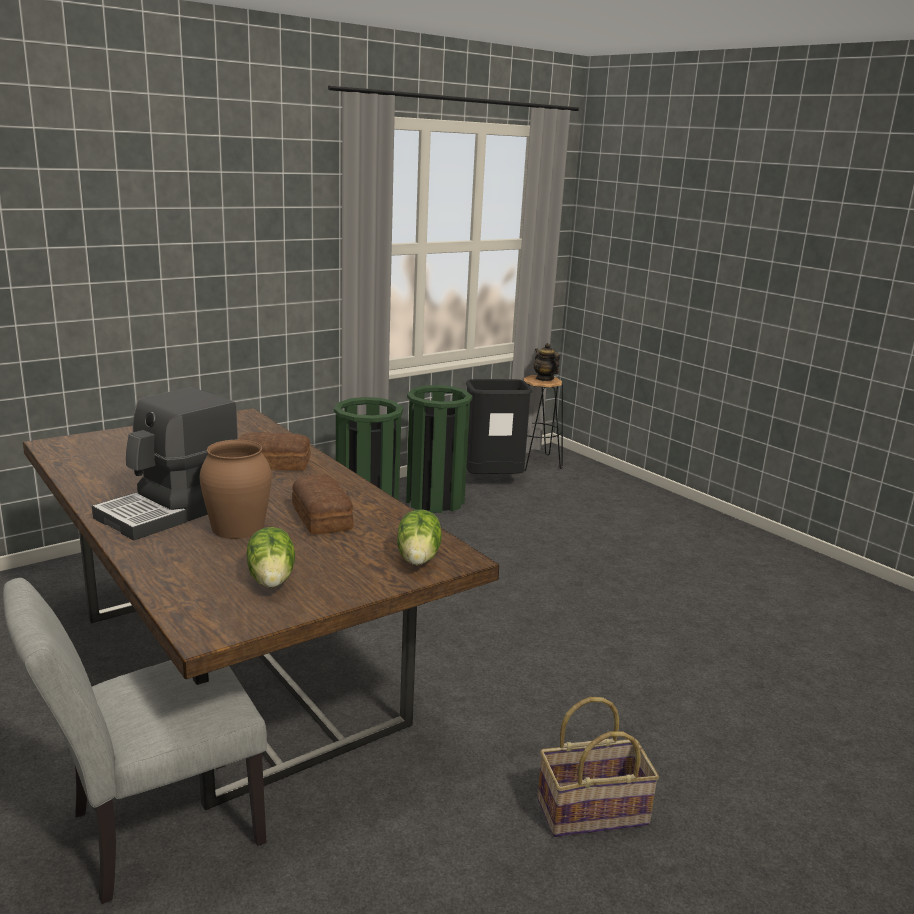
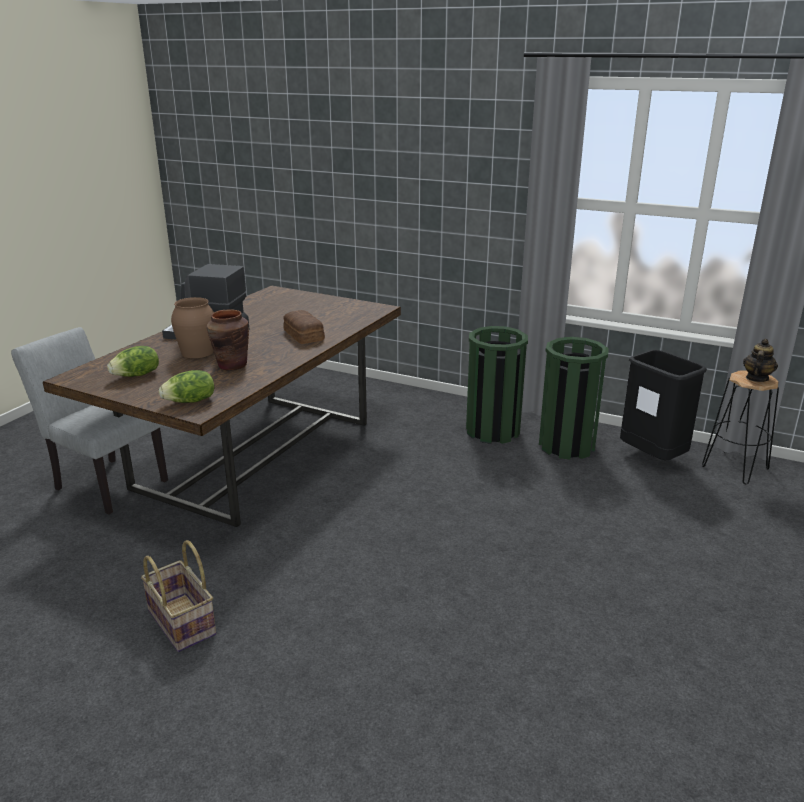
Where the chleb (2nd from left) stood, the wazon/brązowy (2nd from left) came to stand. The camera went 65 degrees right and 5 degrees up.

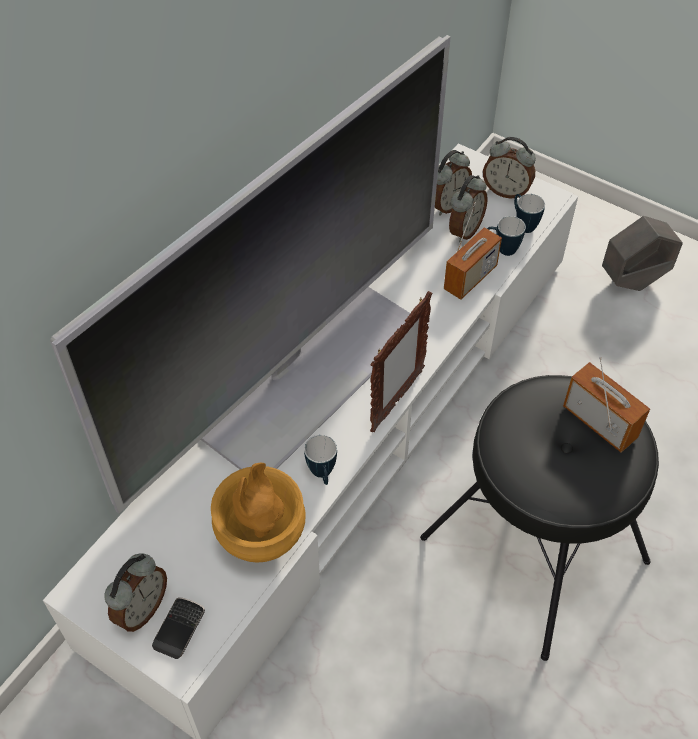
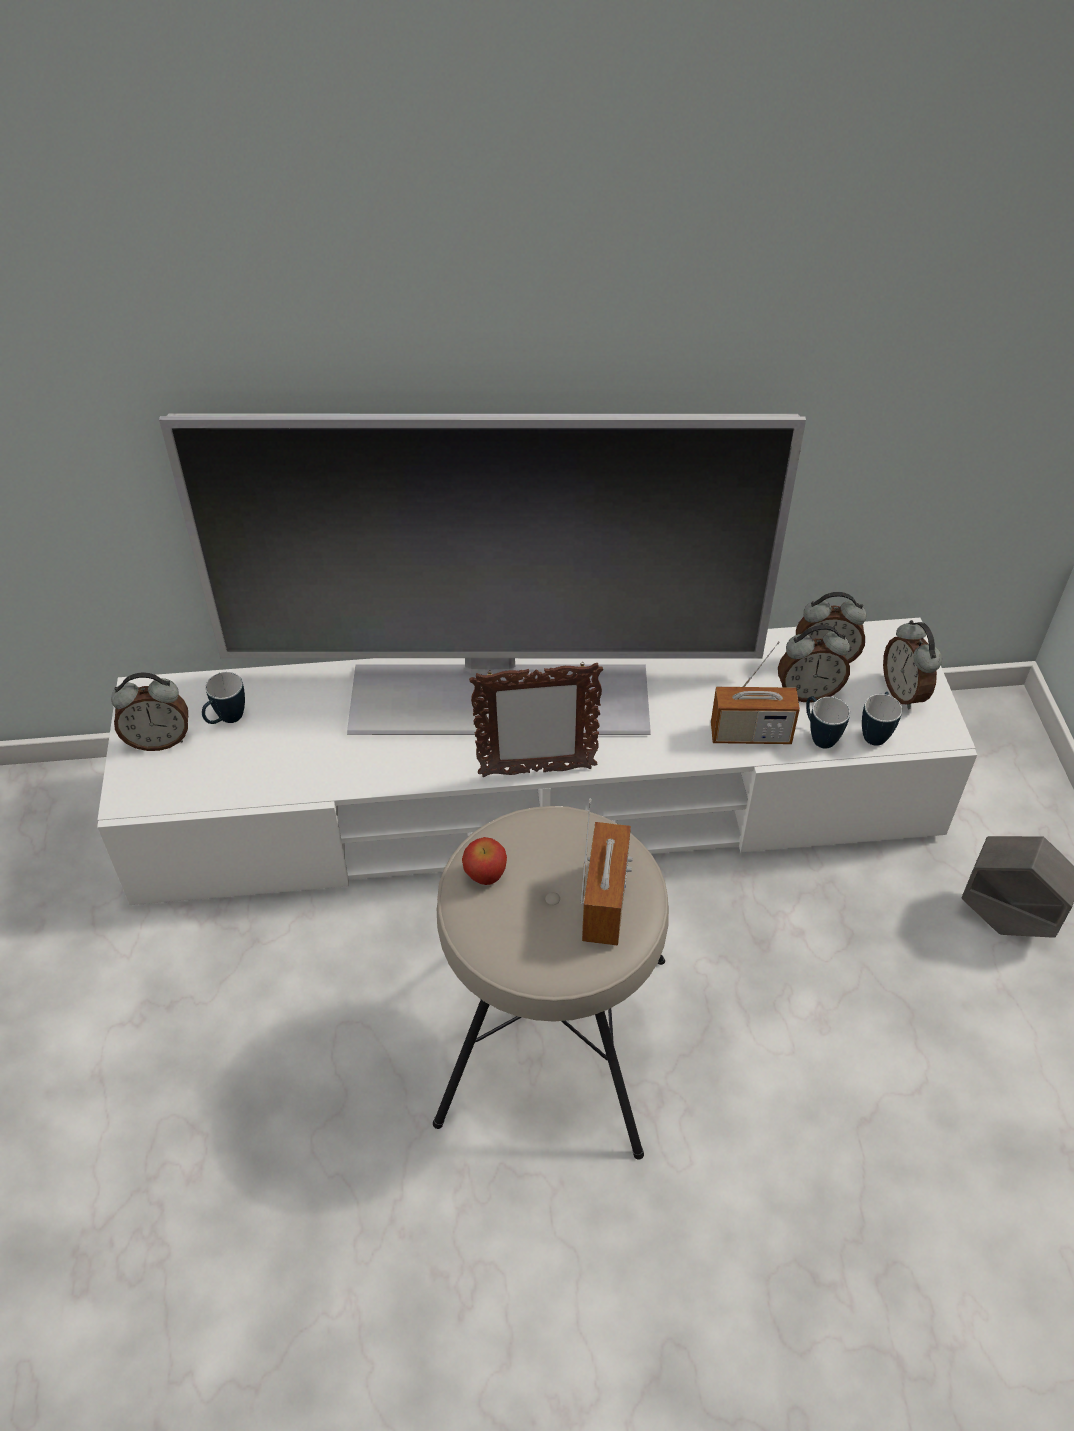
What was the stołek/czarny turned into the stołek/beżowy. The kubek (1st from left) ended up elsewhere. The second view lost the wazon/brązowy. The second view lost the telefon. The second view gained the jabłko. The camera went 50 degrees right and 5 degrees down.

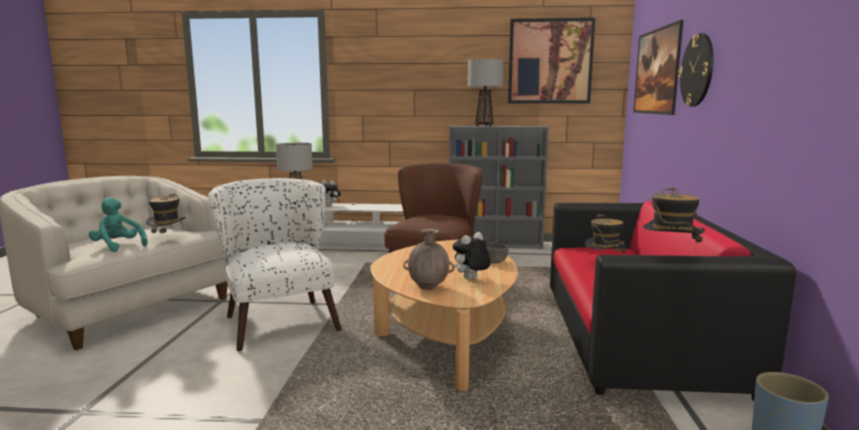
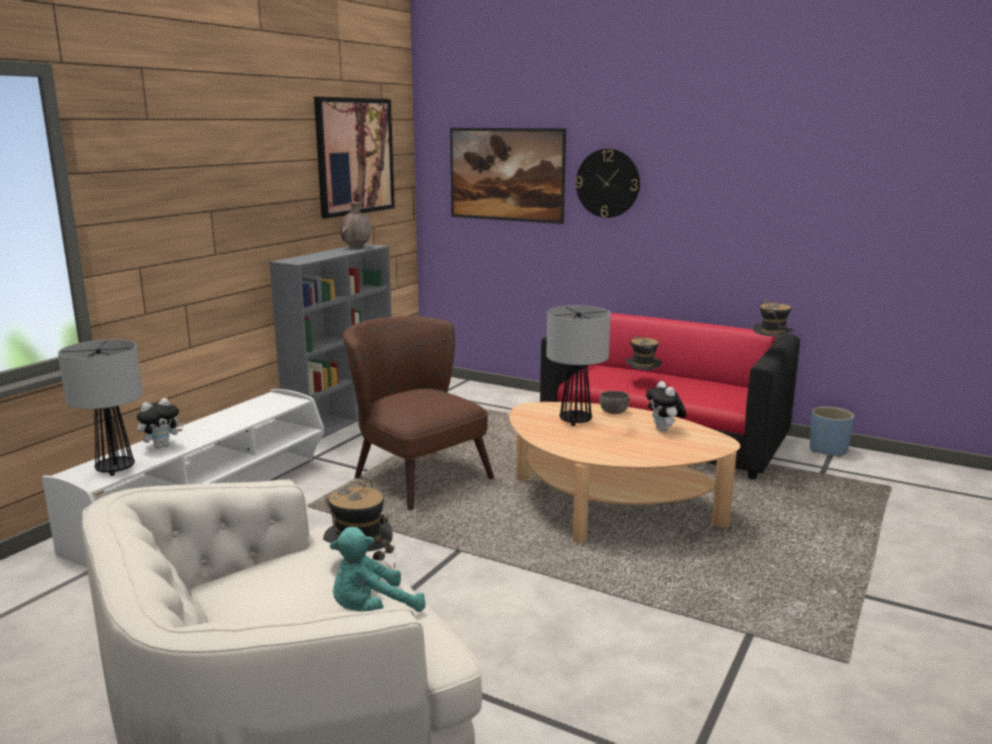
The lampa stołowa (2nd from left) ended up elsewhere. The second view lost the fotel/biały (2nd from left). The wazon/brązowy ended up elsewhere. The camera went 65 degrees left and 5 degrees up.

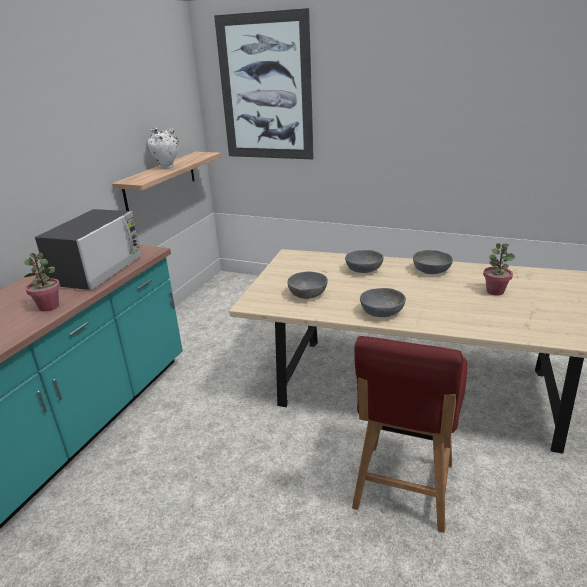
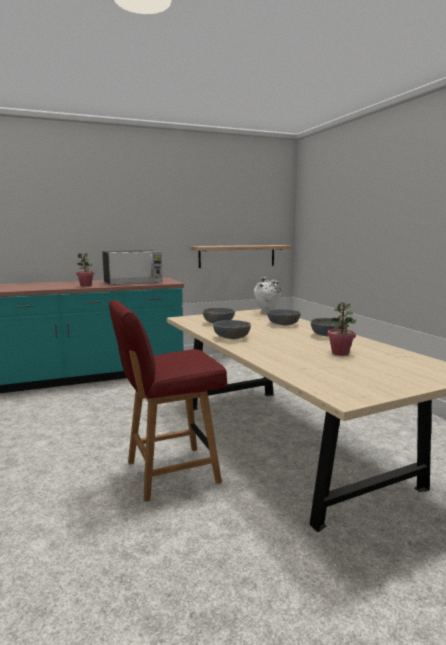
The second view lost the obraz. The wazon/biały ended up elsewhere. The camera went 45 degrees right and 15 degrees down.

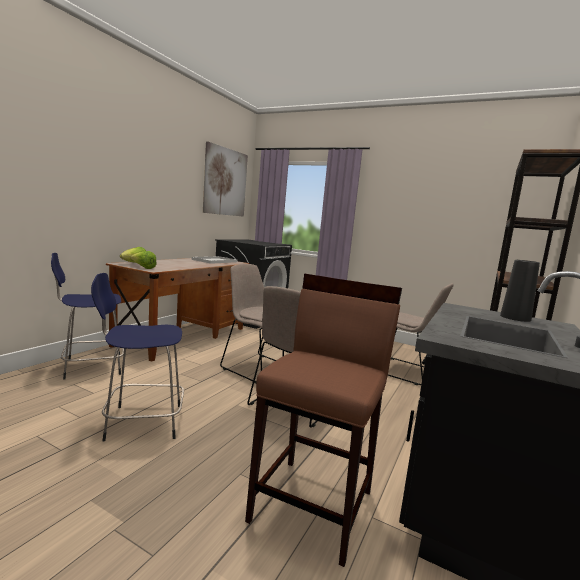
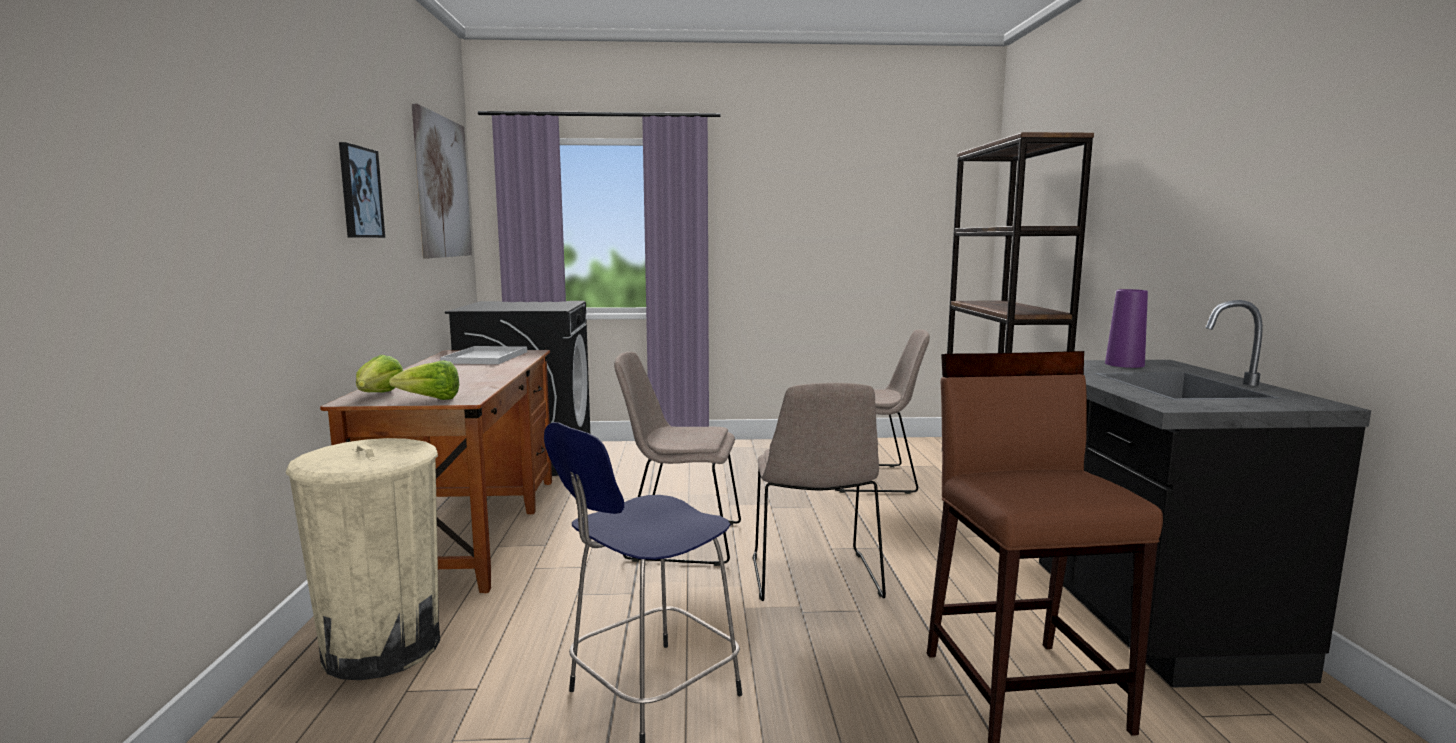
Where the stołek/niebieski (1st from left) stood, the kosz na śmieci/beżowy came to stand. What was the wazon/czarny turned into the wazon/fioletowy. The second view gained the obraz (1st from left). The camera went 30 degrees left and 0 degrees up.

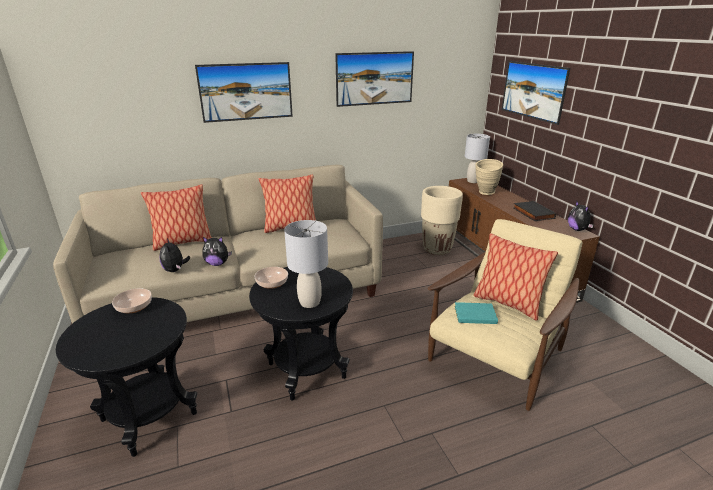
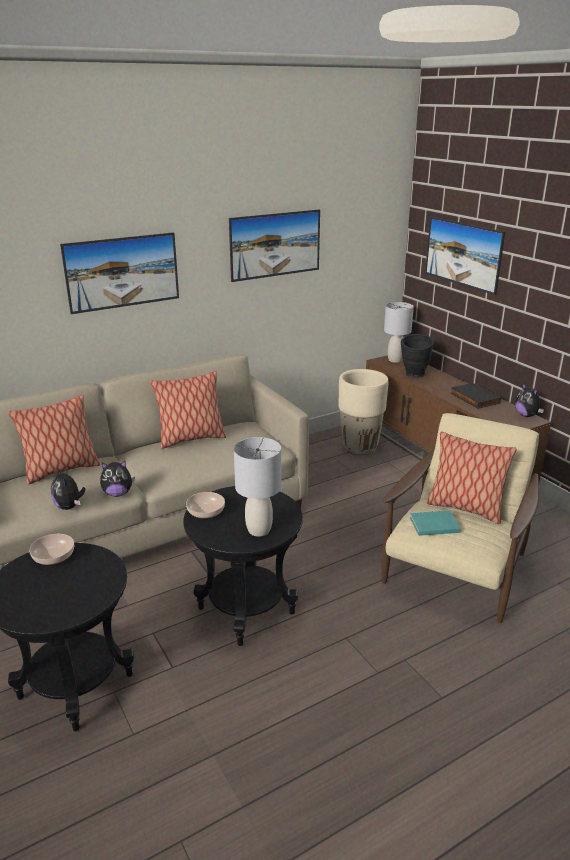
What was the wazon/beżowy turned into the wazon/czarny. The camera went 10 degrees left and 0 degrees up.

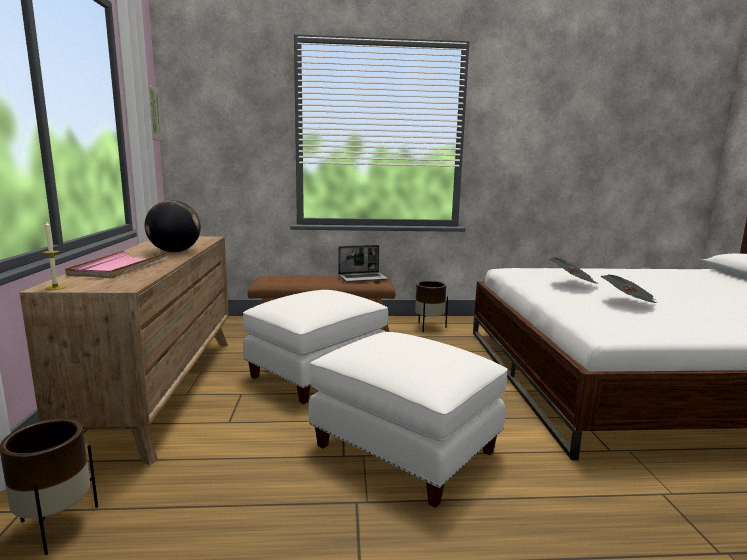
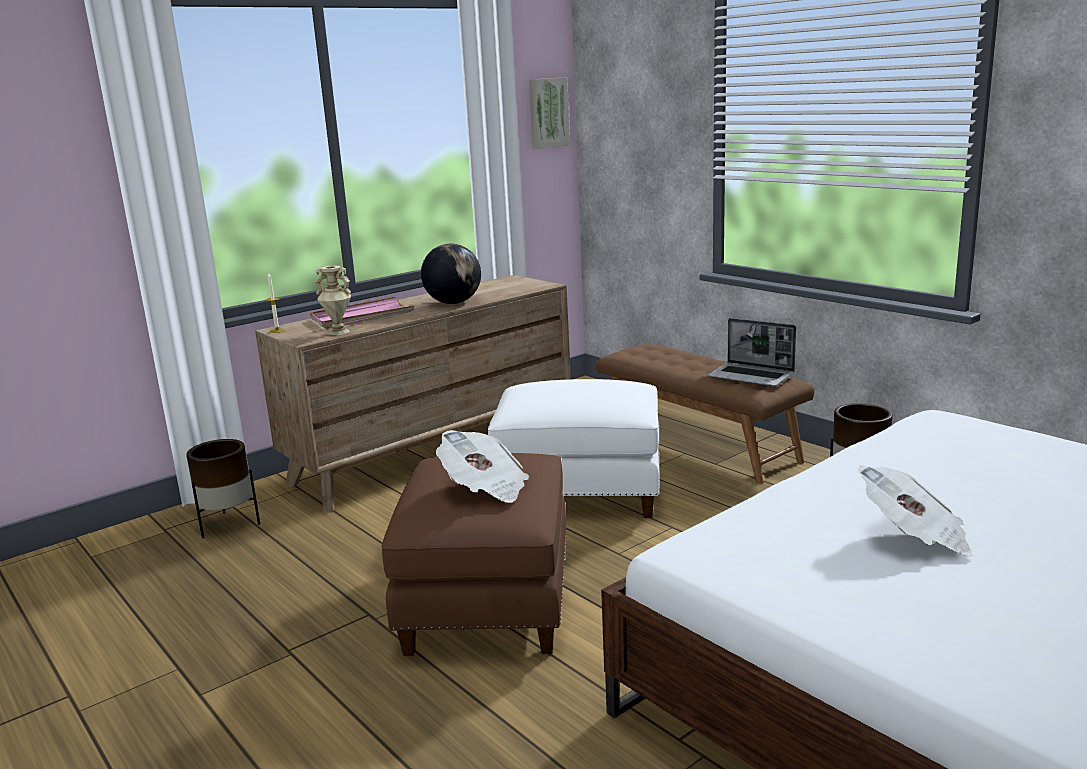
The gazeta (1st from left) ended up elsewhere. What was the pufa/biały (2nd from left) turned into the pufa/brązowy. The second view gained the wazon/beżowy. The camera went 55 degrees right and 5 degrees up.

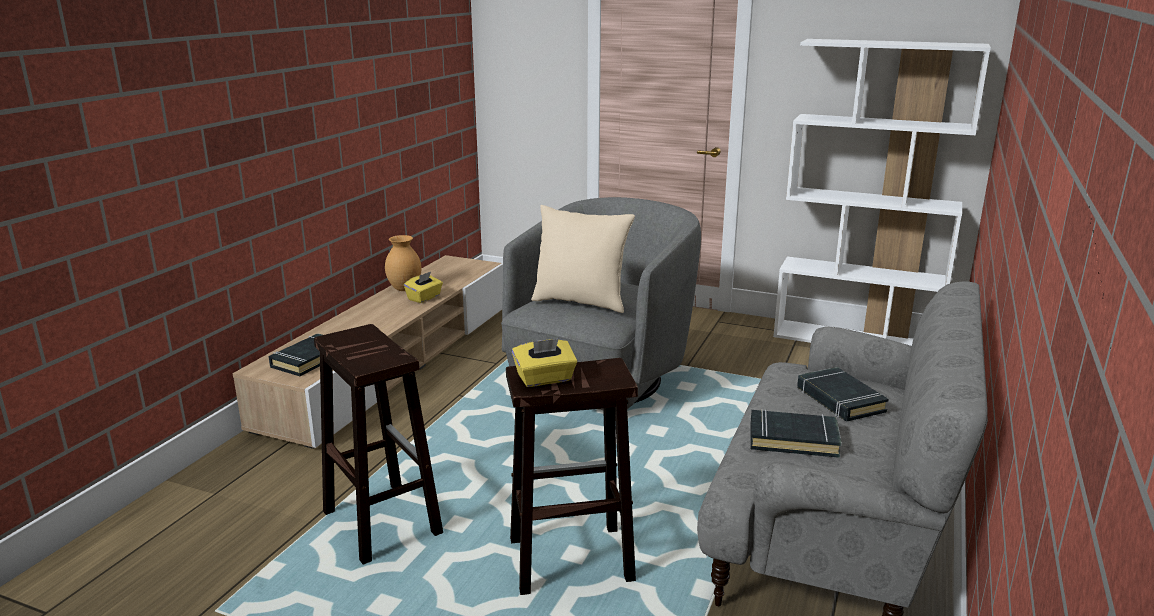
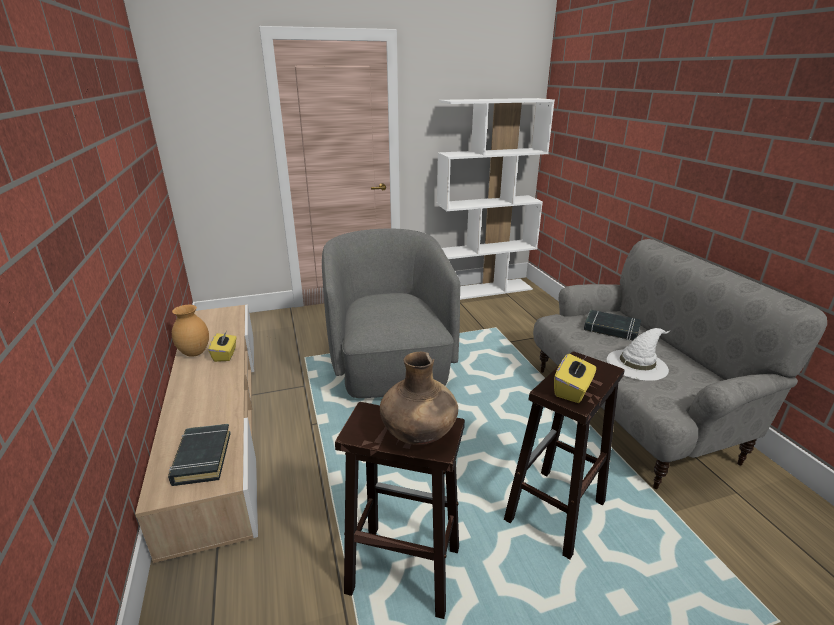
The second view lost the poduszka/beżowy. Where the książka/czarny (2nd from left) stood, the kapelusz/biały came to stand. The second view gained the wazon/brązowy (2nd from left). The camera went 40 degrees left and 5 degrees up.

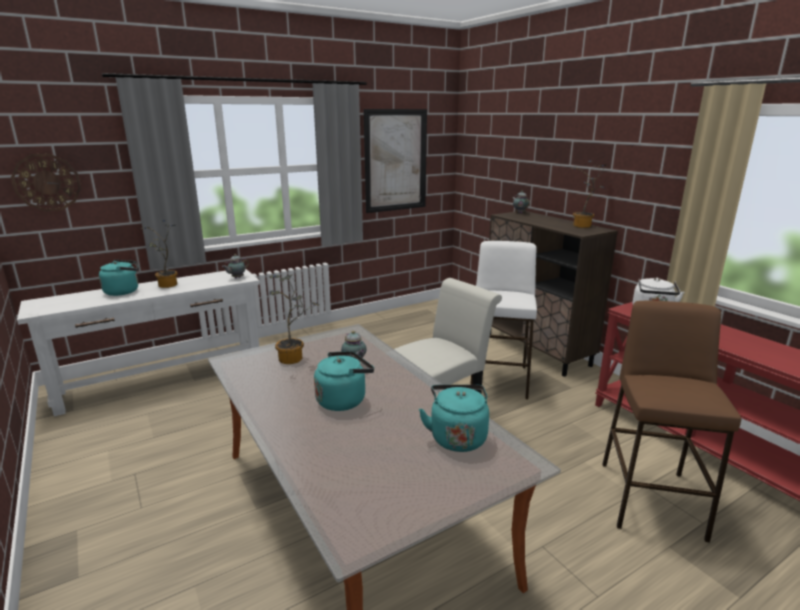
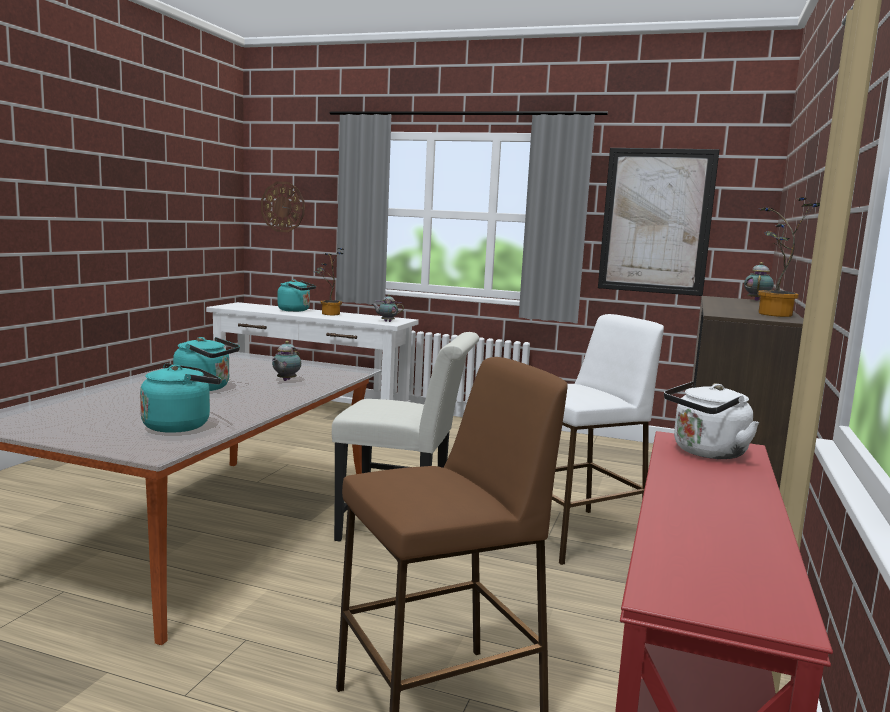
The second view lost the roślina doniczkowa (2nd from left). The camera went 50 degrees right and 10 degrees down.

